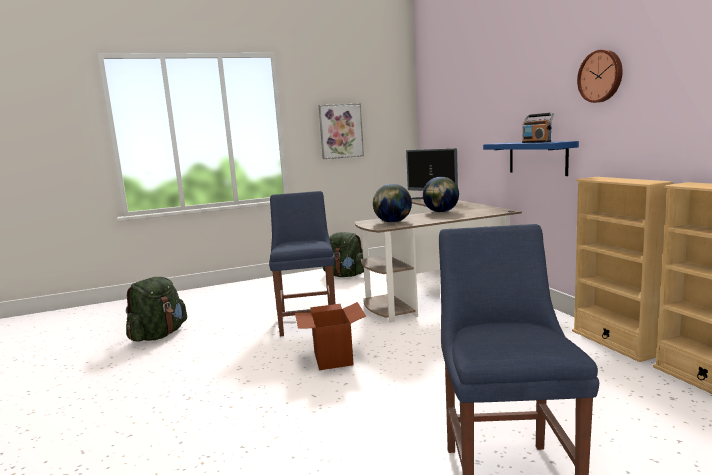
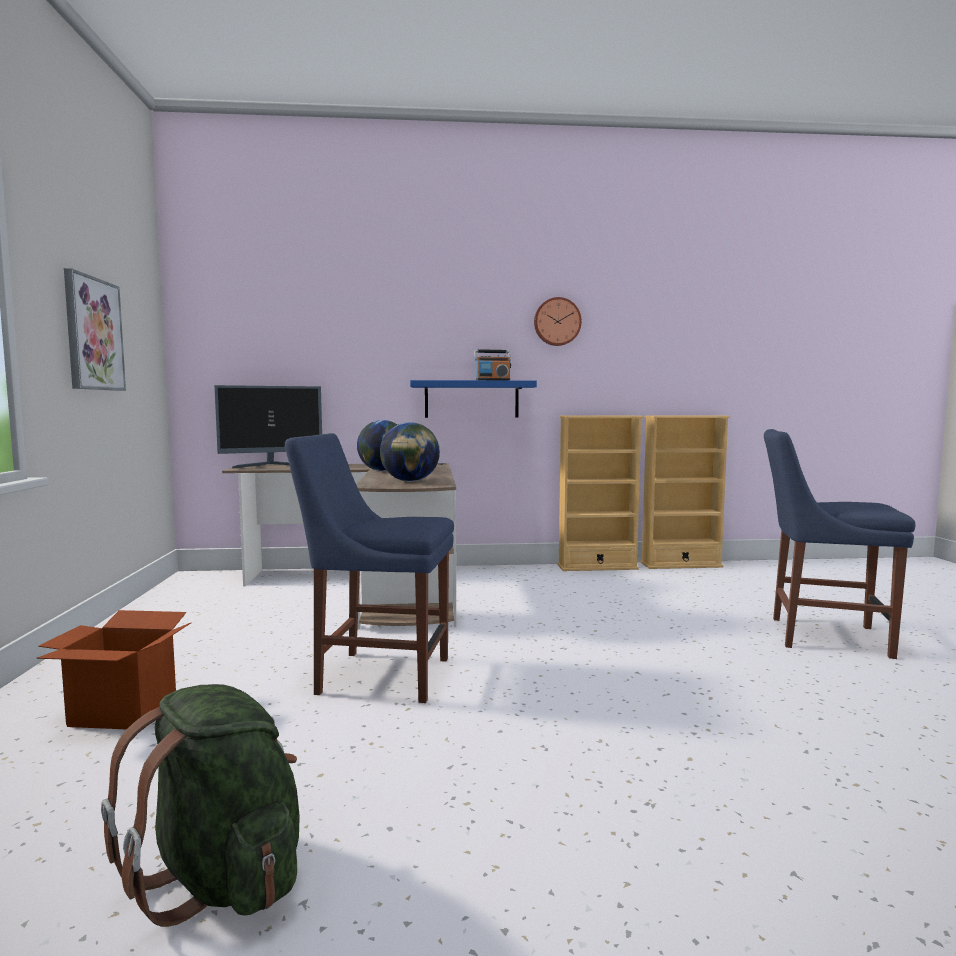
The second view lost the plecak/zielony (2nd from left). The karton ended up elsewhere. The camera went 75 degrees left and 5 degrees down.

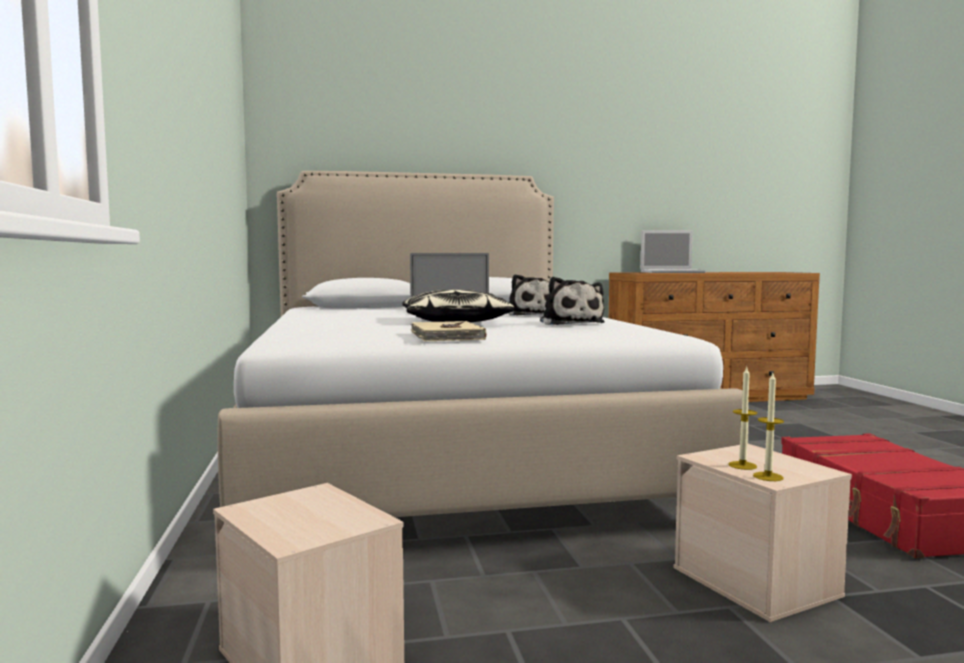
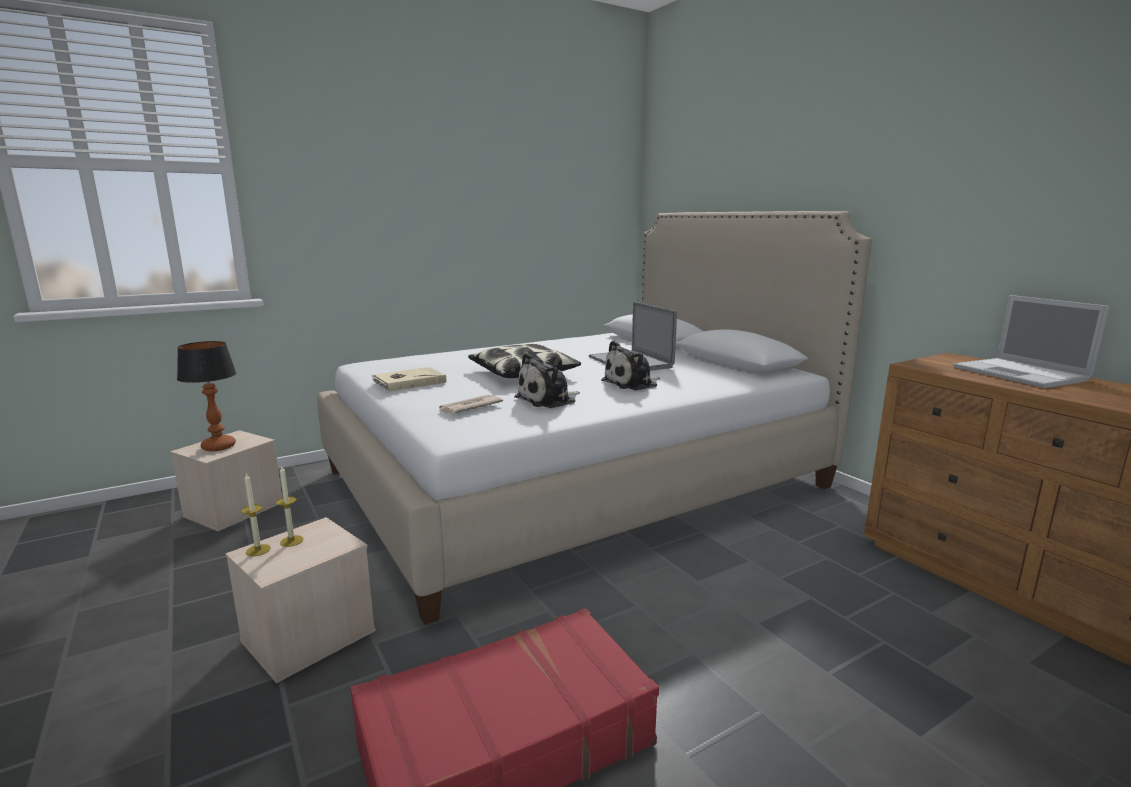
The second view gained the lampa stołowa. The second view gained the gazeta. The camera went 70 degrees right and 10 degrees up.

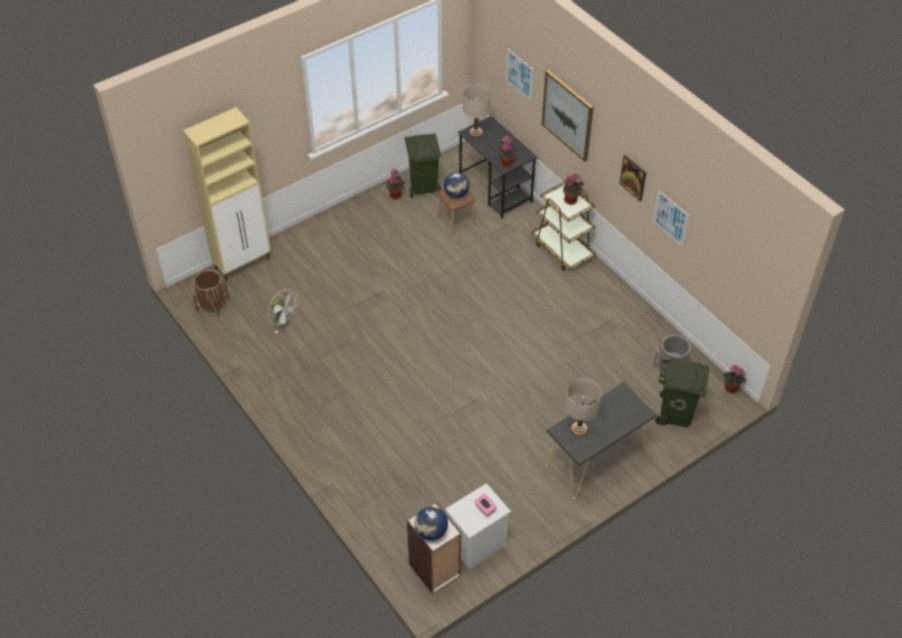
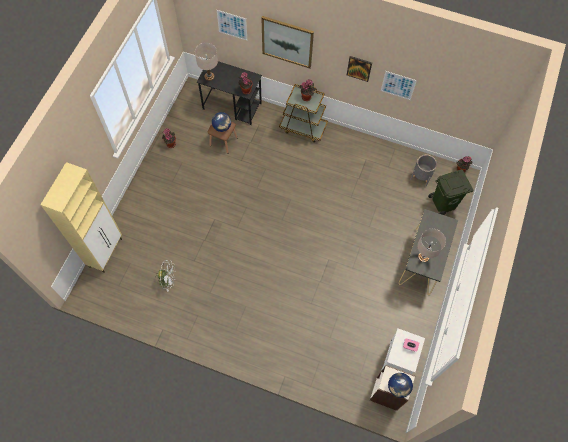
The second view lost the kosz na śmieci/zielony (1st from left). The second view lost the donica/brązowy. The camera went 35 degrees left and 15 degrees up.

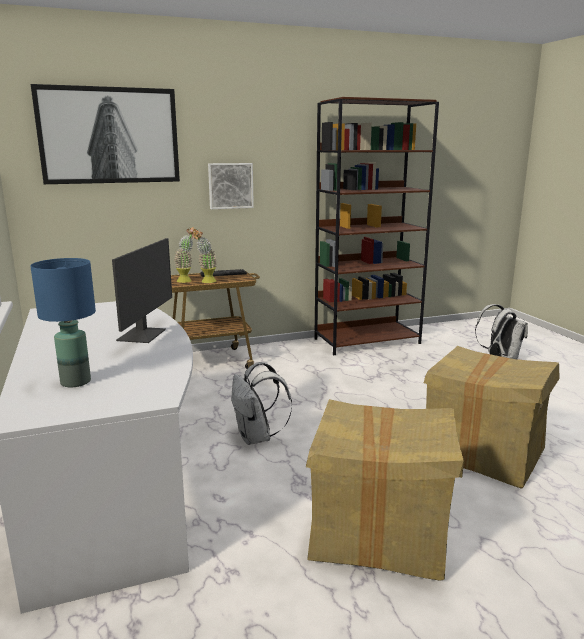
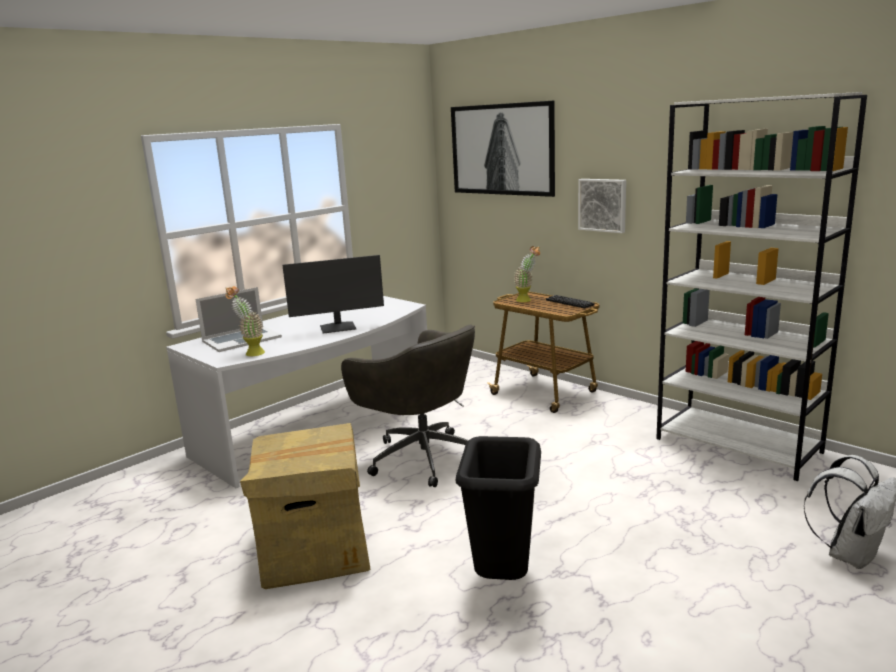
What was the regał/brązowy turned into the regał/biały. The roślina doniczkowa (2nd from left in the first image) ended up elsewhere. Where the lampa stołowa/niebieski stood, the laptop came to stand. Where the karton (2nd from left) stood, the kosz na śmieci/czarny came to stand. Where the plecak/biały (1st from left) stood, the krzesło biurowe/szary came to stand. The camera went 65 degrees right and 0 degrees up.

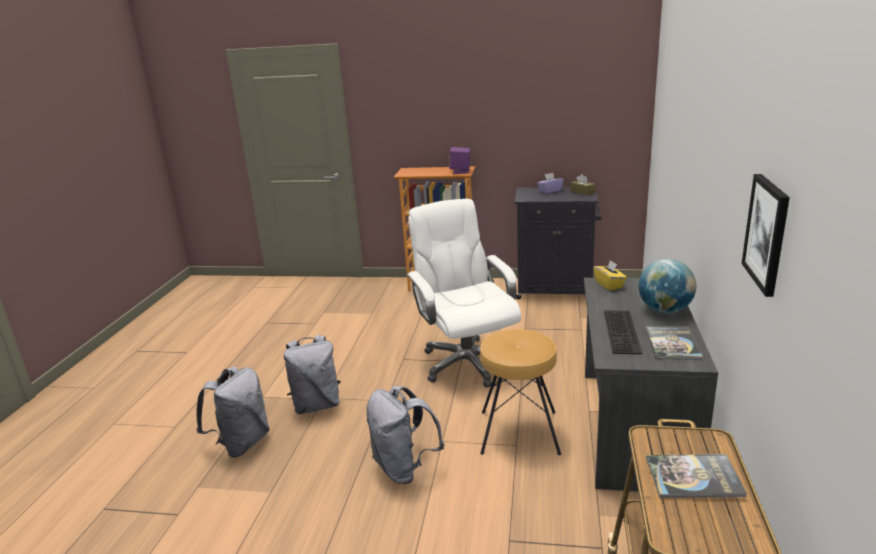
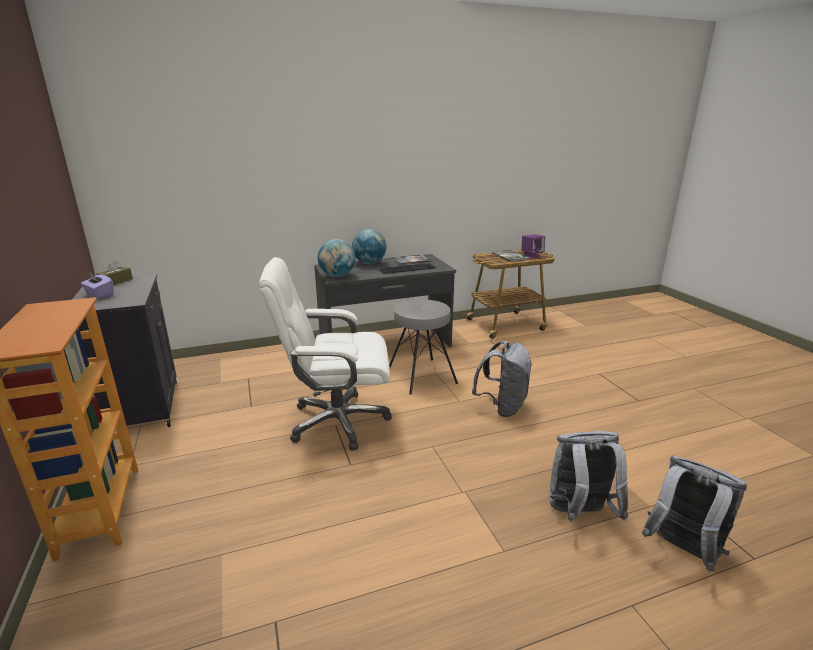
The głośnik/fioletowy ended up elsewhere. The second view lost the obraz. The krzesło biurowe/biały ended up facing another way, 45 degrees clockwise from before. Where the pudełko chusteczek/żółty stood, the globus (1st from left) came to stand. What was the stołek/brązowy turned into the stołek/szary. The plecak/szary (2nd from left in the first image) ended up elsewhere. The camera went 120 degrees left and 0 degrees up.

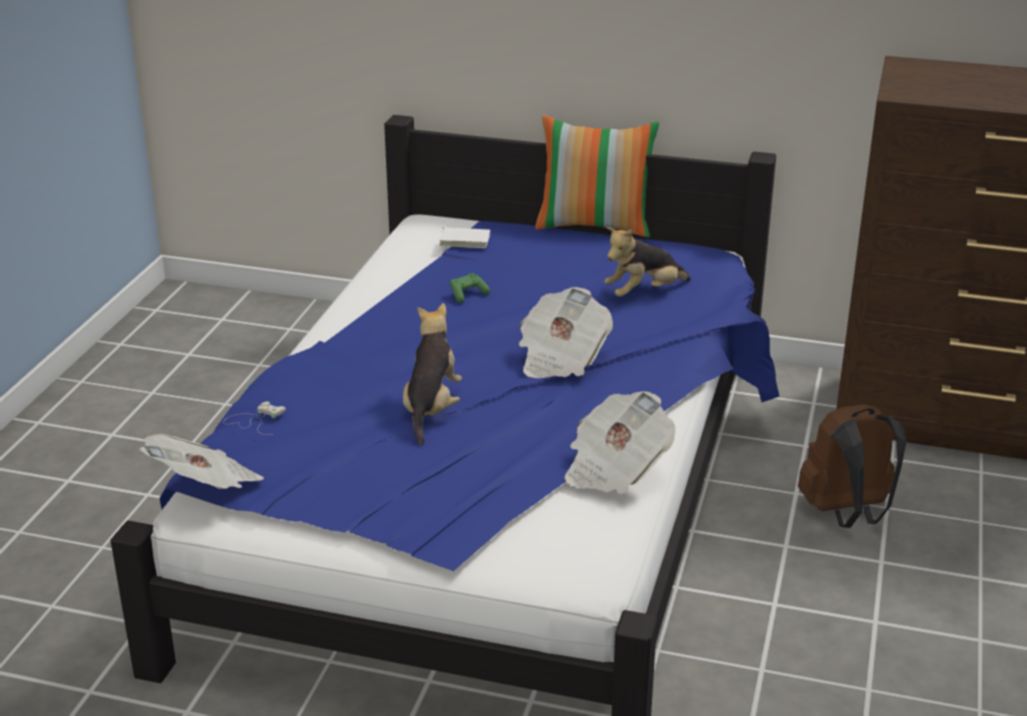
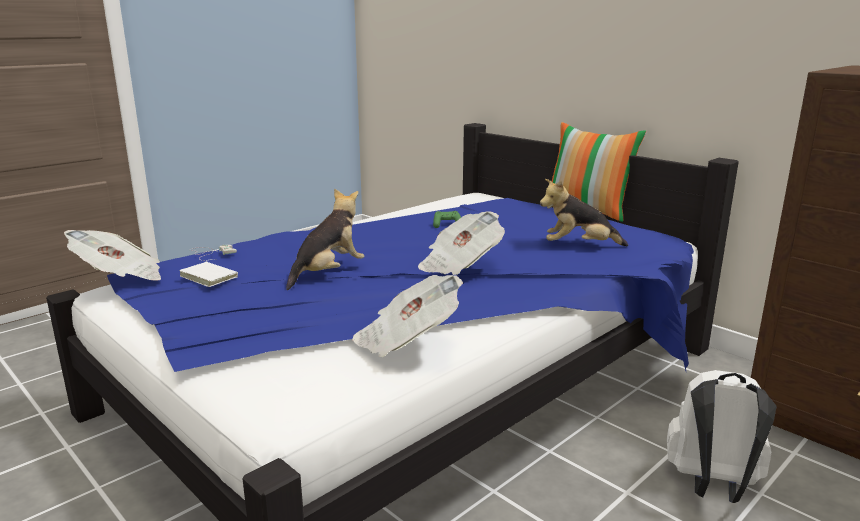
The książka/biały ended up elsewhere. What was the plecak/brązowy turned into the plecak/biały. The camera went 30 degrees right and 10 degrees down.

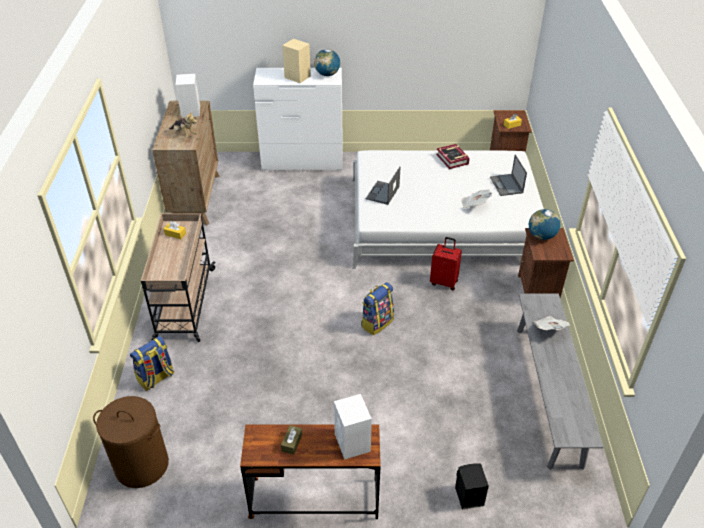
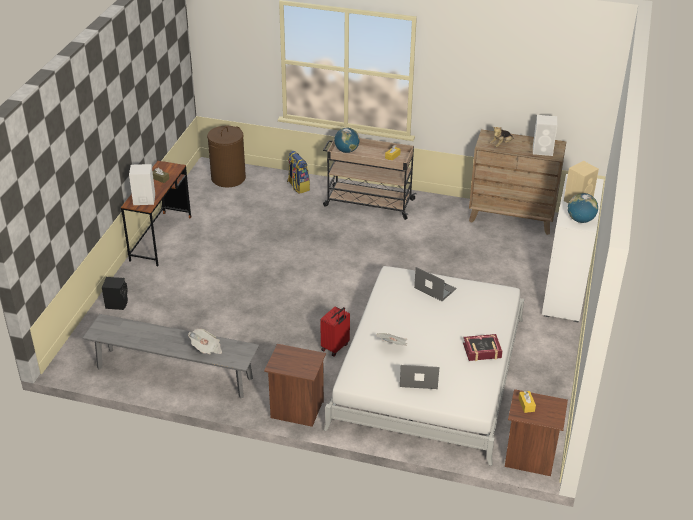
The globus (2nd from left in the first image) ended up elsewhere. The second view lost the plecak (2nd from left). The camera went 105 degrees right and 5 degrees down.

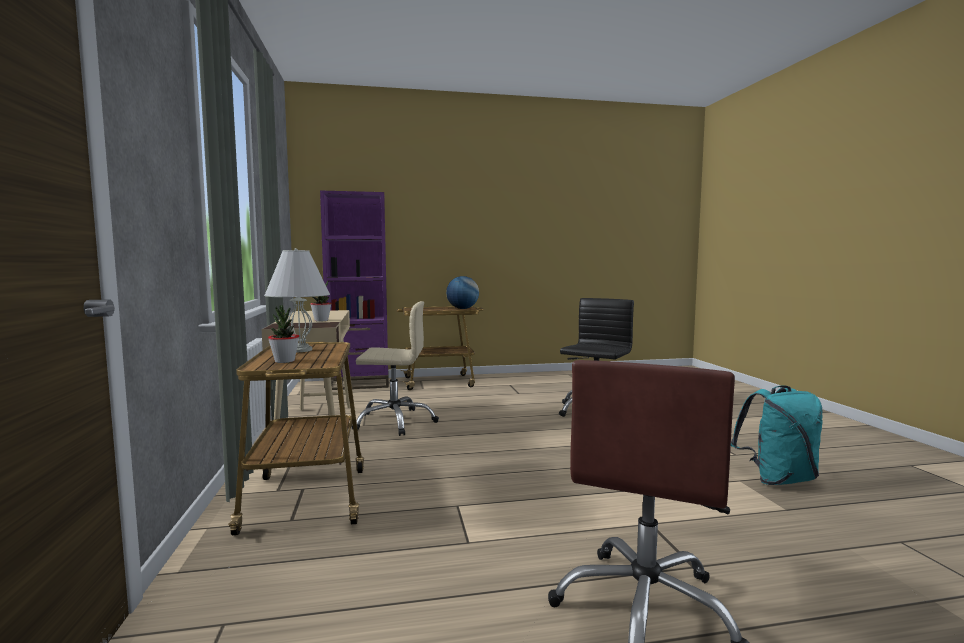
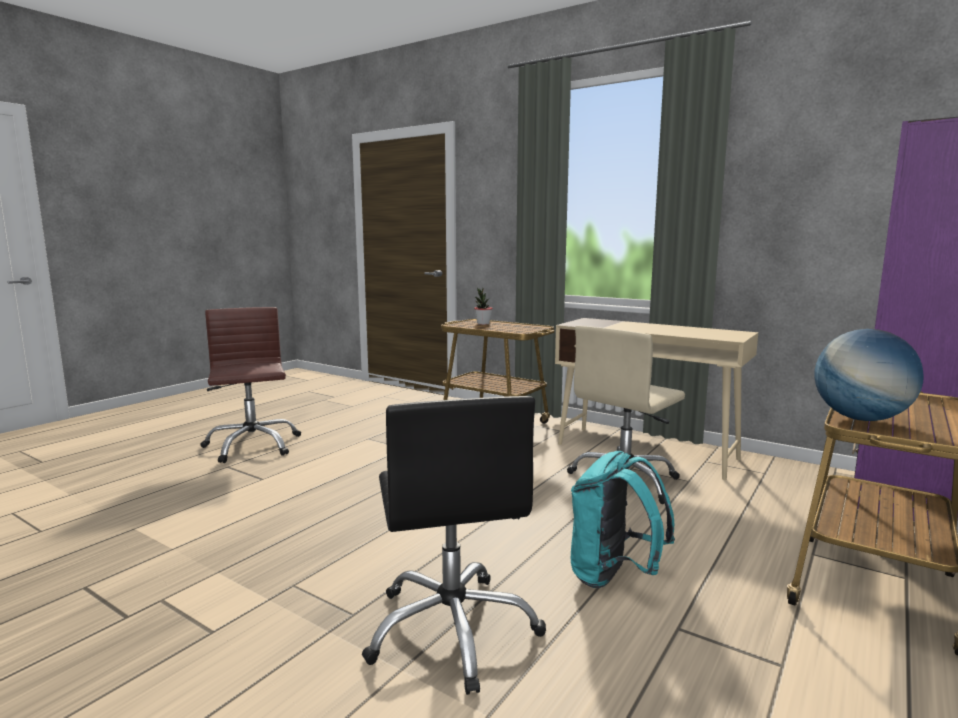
The second view lost the lampa stołowa/biały. The second view lost the roślina doniczkowa (2nd from left). The plecak/turkusowy ended up elsewhere. The camera went 135 degrees right and 5 degrees up.

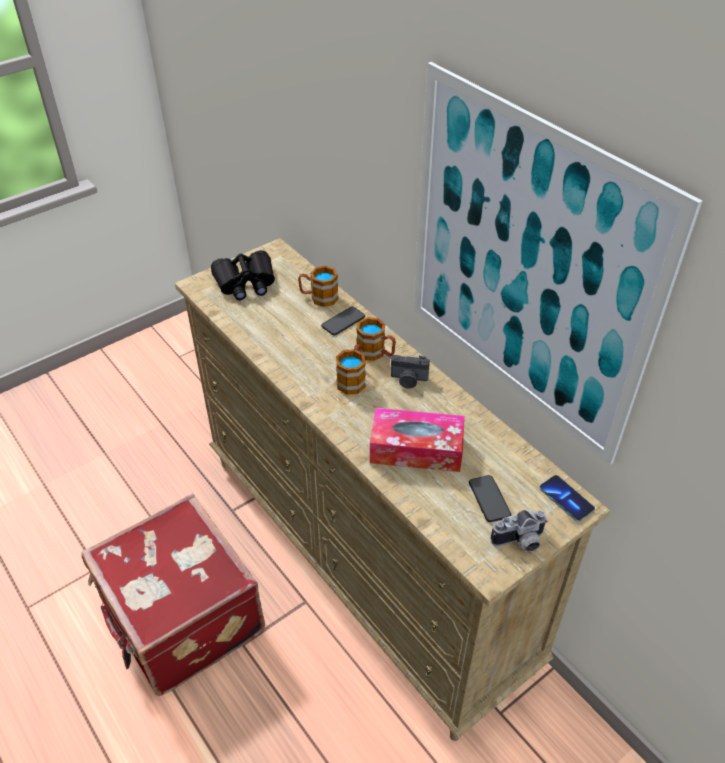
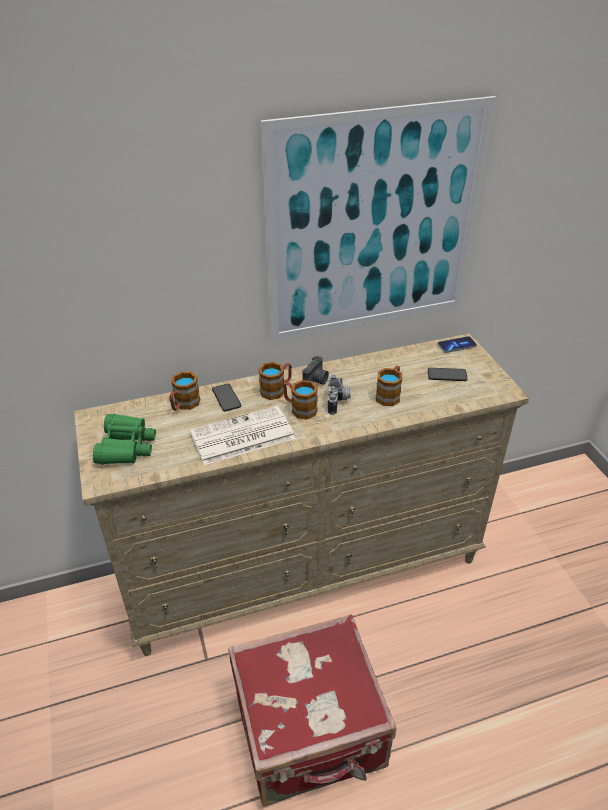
What was the lornetka/czarny turned into the lornetka/zielony. Where the pudełko chusteczek stood, the kubek (4th from left) came to stand. The aparat fotograficzny (2nd from left) ended up elsewhere. The second view gained the gazeta. The camera went 70 degrees left and 5 degrees down.

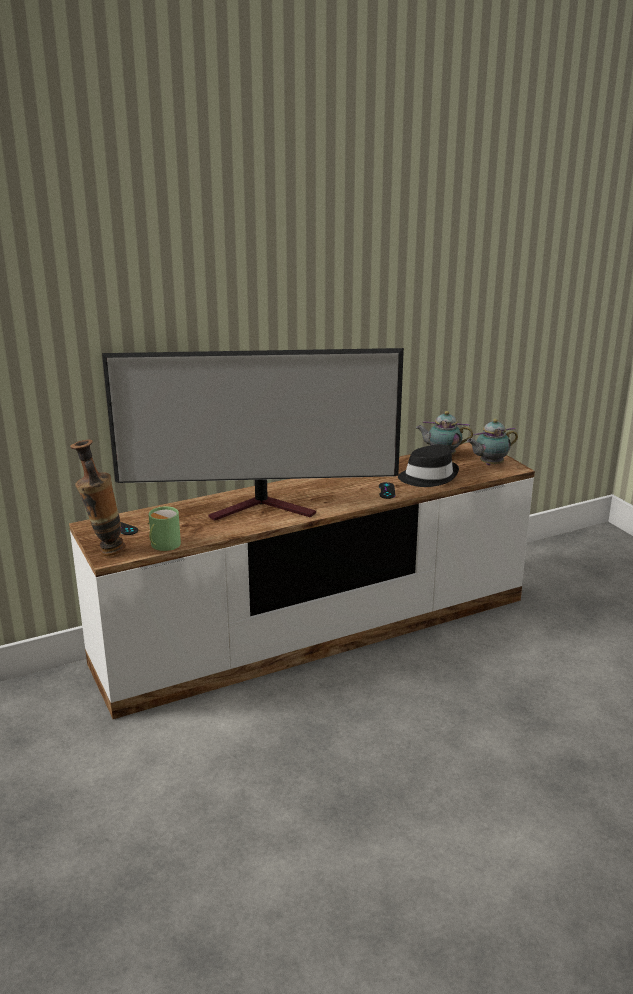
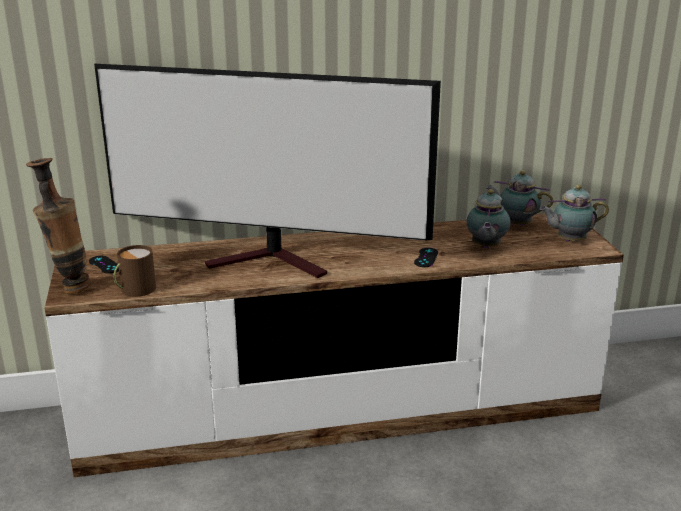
Where the kapelusz/czarny stood, the imbryk (1st from left) came to stand. What was the kubek/zielony turned into the kubek/brązowy. The camera went 15 degrees right and 0 degrees up.

